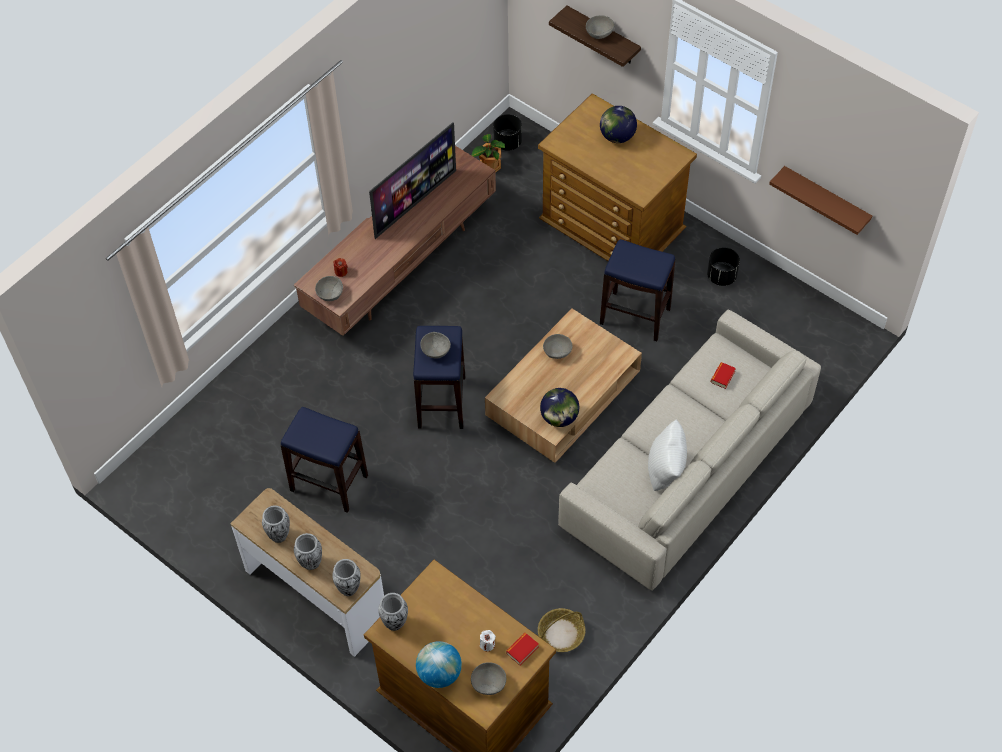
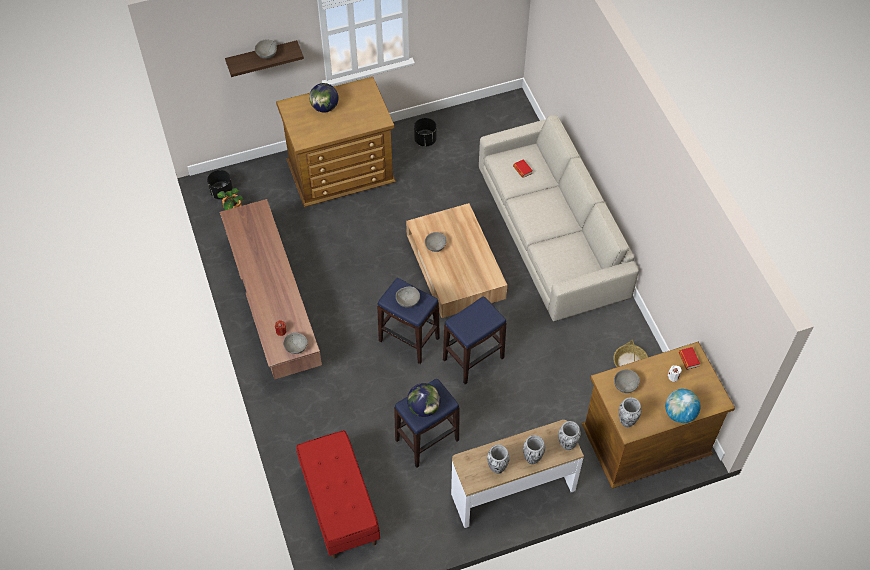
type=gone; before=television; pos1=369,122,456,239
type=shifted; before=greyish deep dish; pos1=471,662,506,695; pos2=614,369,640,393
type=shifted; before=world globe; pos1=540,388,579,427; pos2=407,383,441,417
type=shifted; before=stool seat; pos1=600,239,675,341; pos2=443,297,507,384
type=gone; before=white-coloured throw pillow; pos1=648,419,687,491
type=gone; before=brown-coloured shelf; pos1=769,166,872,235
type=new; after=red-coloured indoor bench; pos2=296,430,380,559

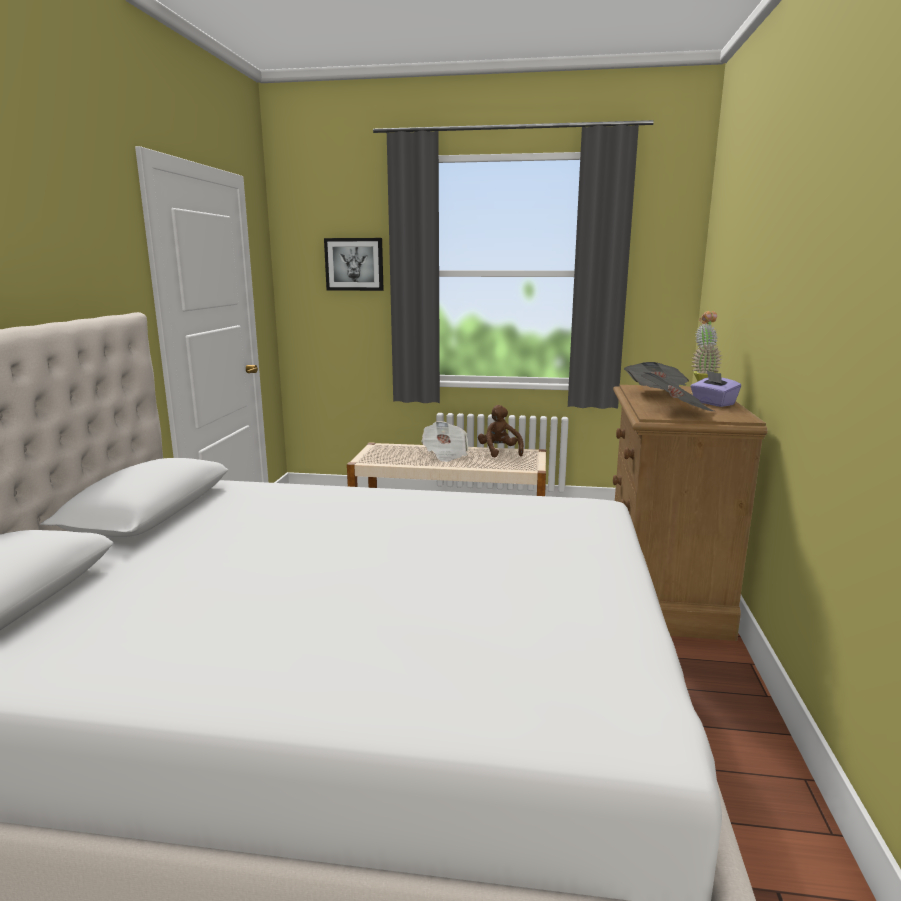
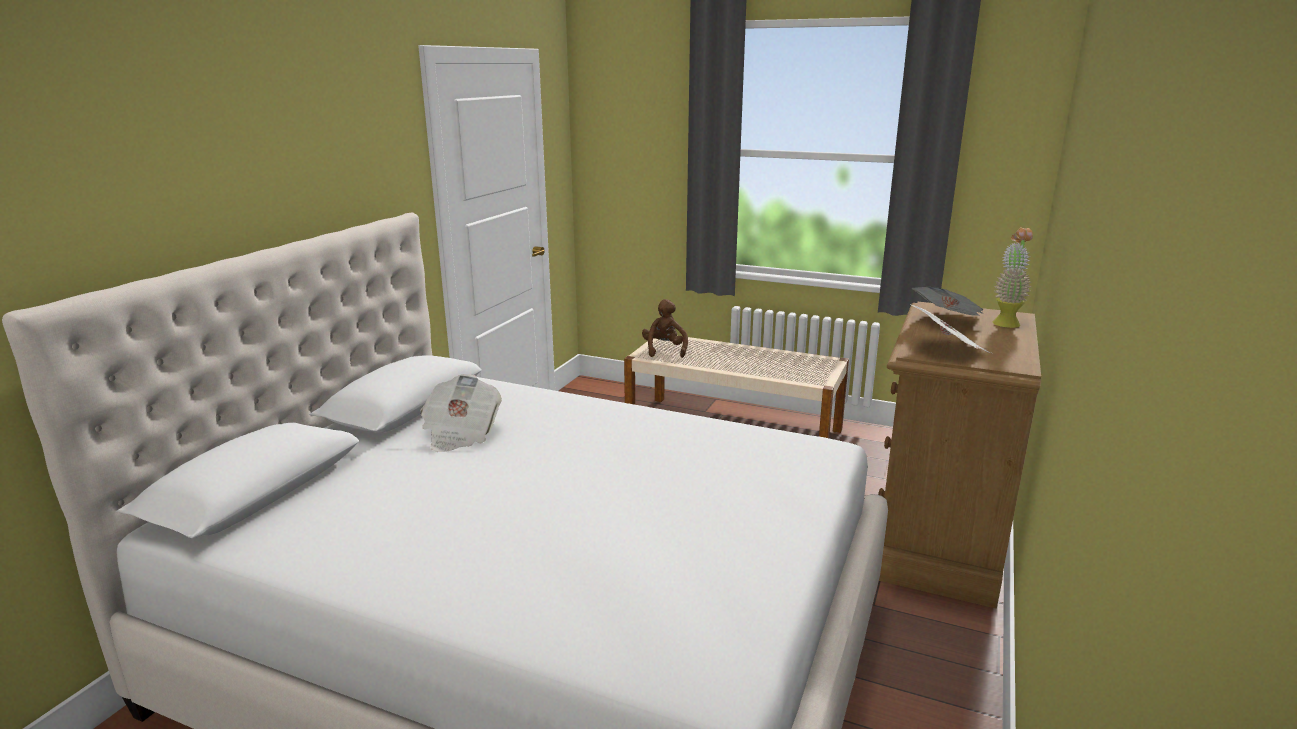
type=gone; before=wall picture; pos1=324,238,384,291
type=shifted; before=newspaper; pos1=421,421,468,462; pos2=420,374,502,452
type=shifted; before=brown-coloured cuddly toy; pos1=478,405,524,457; pos2=642,299,688,358
type=gone; before=purplish tissue holder; pos1=690,371,741,407

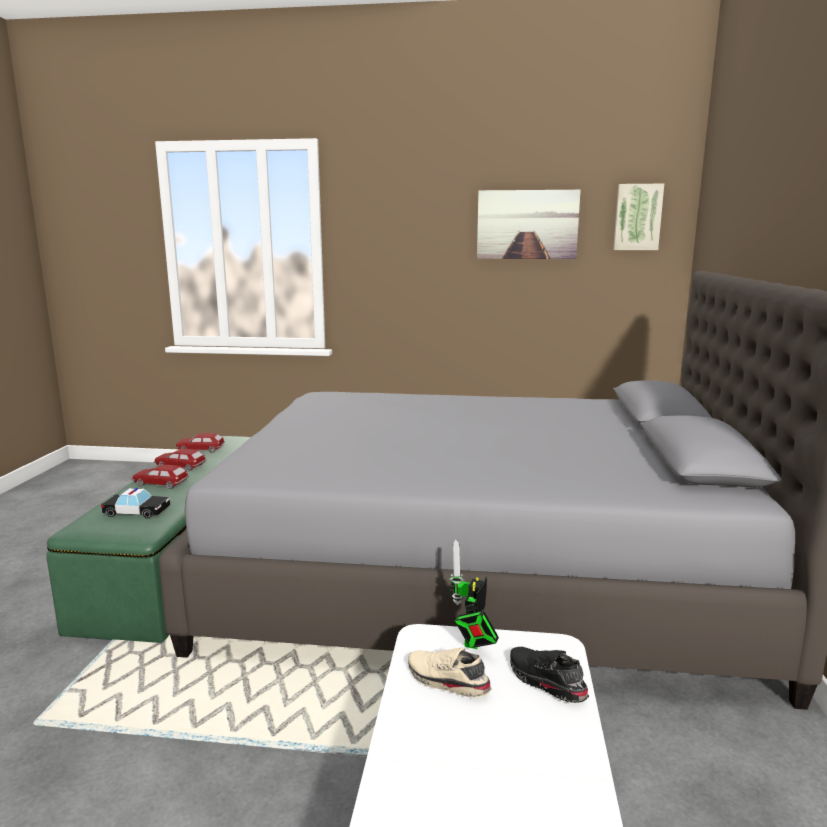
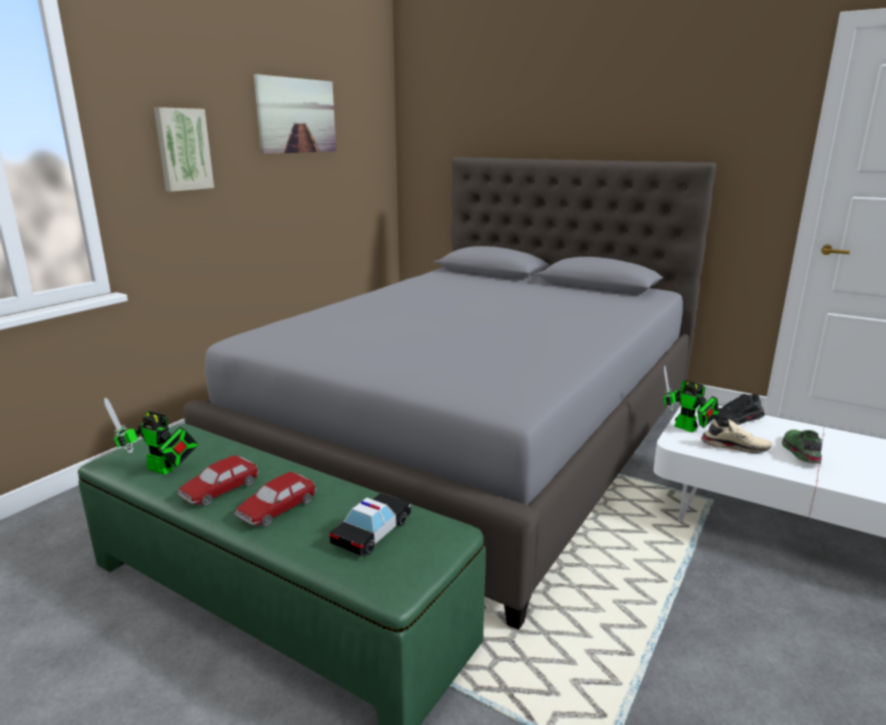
type=swapped; before=toy car; after=robot figure; pos1=175,433,225,453; pos2=104,397,198,475
type=rotated; before=beige-coloured shoe; pos1=408,648,492,698; pos2=701,419,772,453; turn=-135
type=shifted; before=wall picture; pos1=613,184,664,250; pos2=154,107,214,192
type=new; after=green shoe; pos2=782,430,822,464

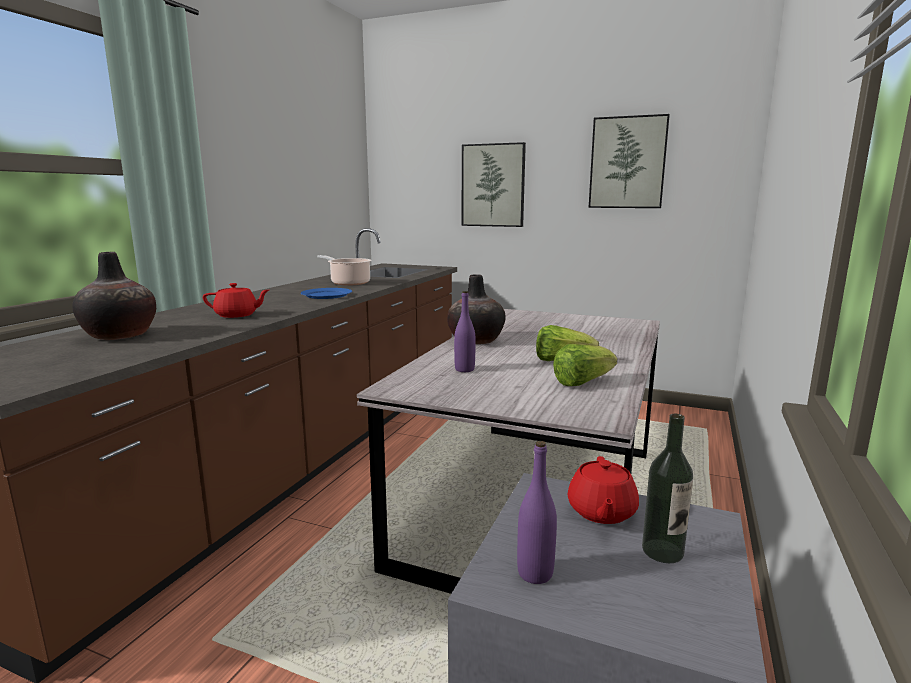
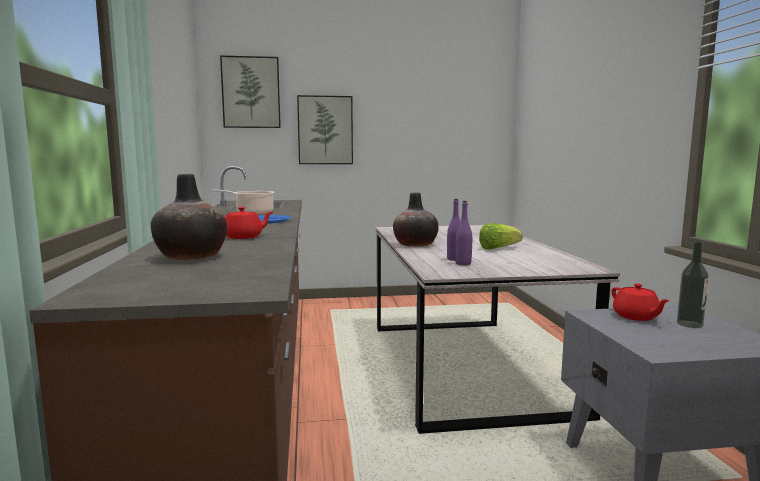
type=shifted; before=purplish bottle; pos1=517,441,557,584; pos2=455,201,472,265
type=gone; before=lettuce; pos1=553,344,617,386
type=shifted; before=wall picture; pos1=589,114,670,208; pos2=220,55,281,128

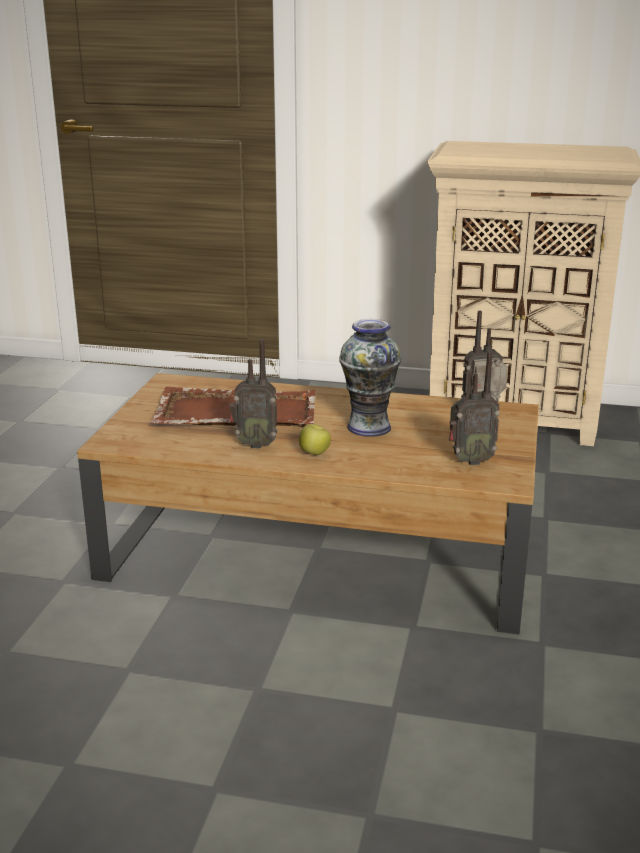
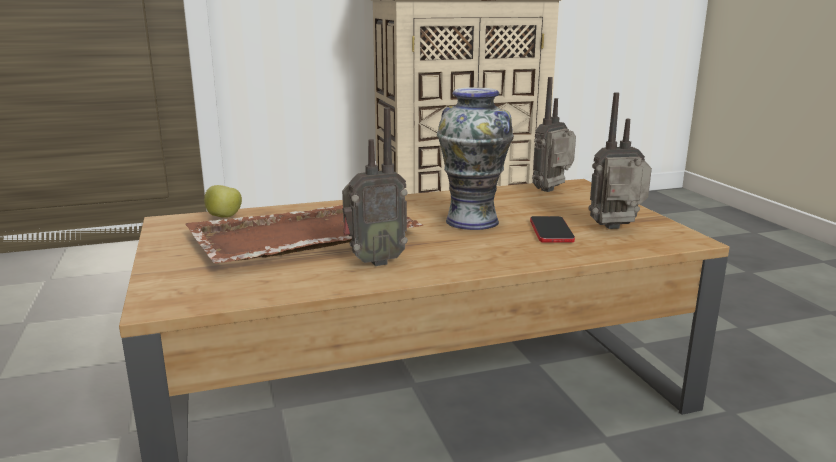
type=shifted; before=whole apple; pos1=299,424,331,455; pos2=204,185,242,218
type=rotated; before=radio receiver; pos1=449,352,500,465; pos2=588,92,652,229; turn=-150
type=new; after=phone; pos2=530,216,575,243

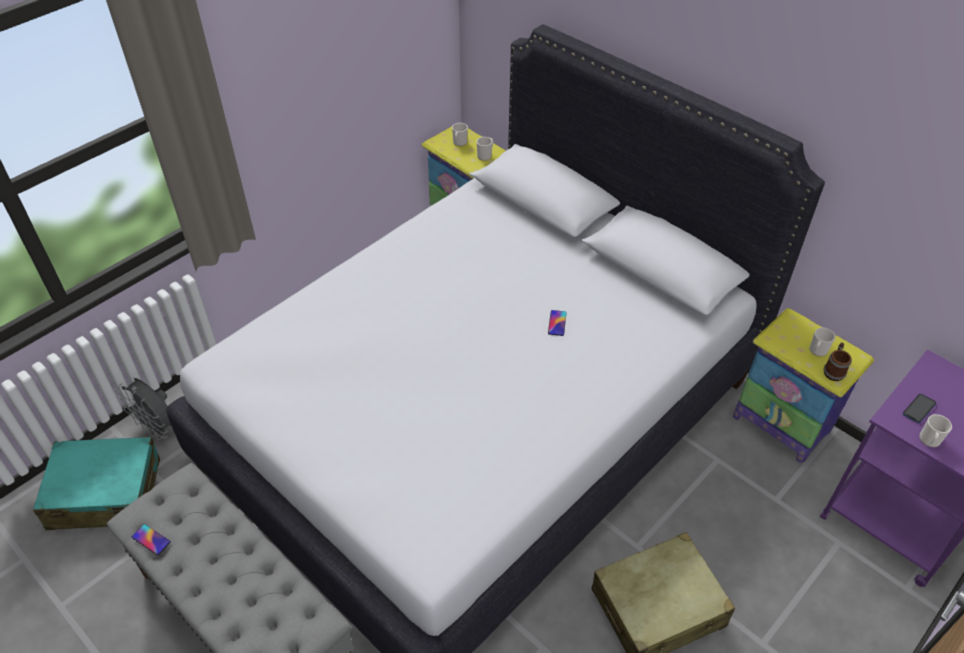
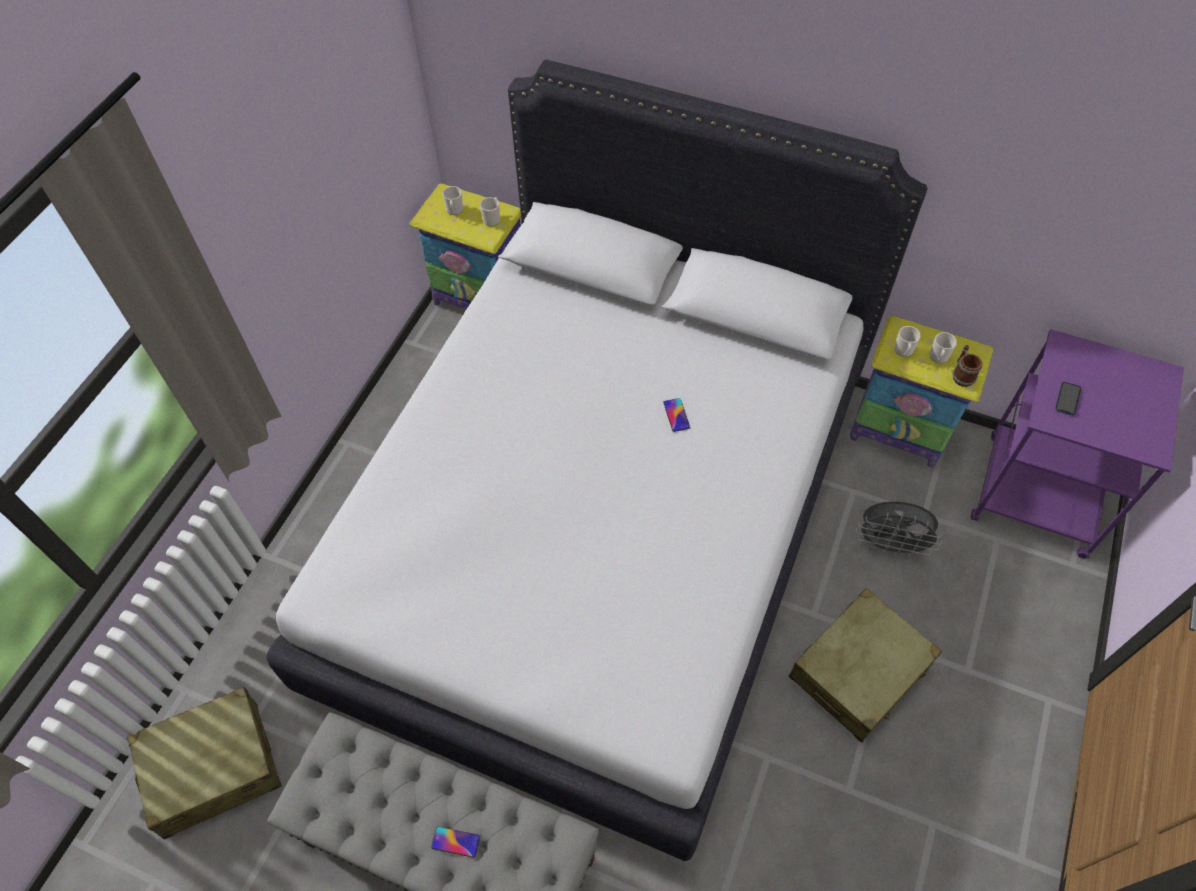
type=repainted; before=turquoise travel case; after=beige-coloured travel case; pos1=33,437,160,530; pos2=127,687,282,839
type=shifted; before=greyish fan; pos1=114,378,171,440; pos2=856,501,943,559
type=shifted; before=phone; pos1=132,524,171,555; pos2=431,827,480,858
type=shifted; before=tea mug; pos1=919,414,952,447; pos2=894,326,921,357

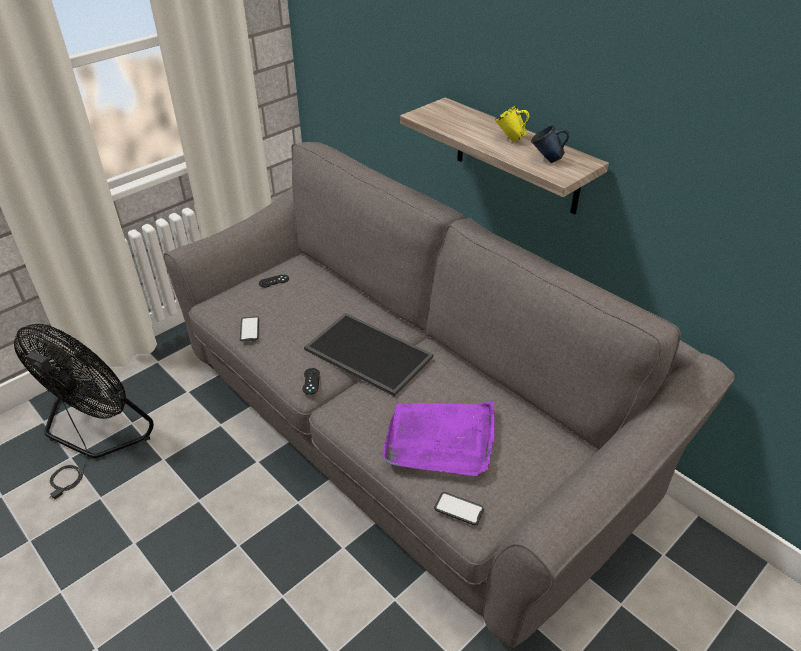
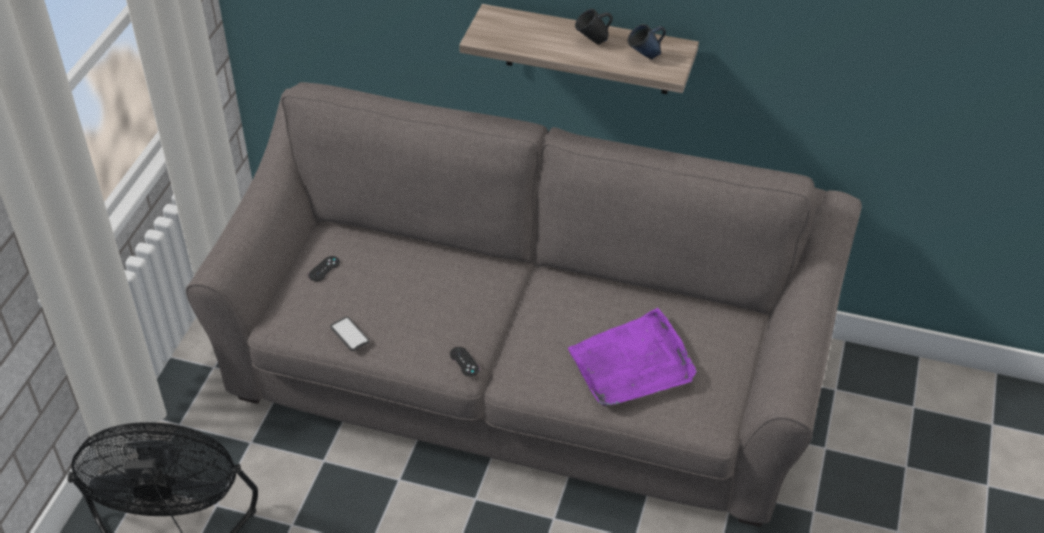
type=gone; before=tray; pos1=304,313,433,397
type=gone; before=phone; pos1=434,492,484,525
type=repainted; before=yellowish tea mug; after=black-coloured tea mug; pos1=495,106,530,142; pos2=575,9,613,45

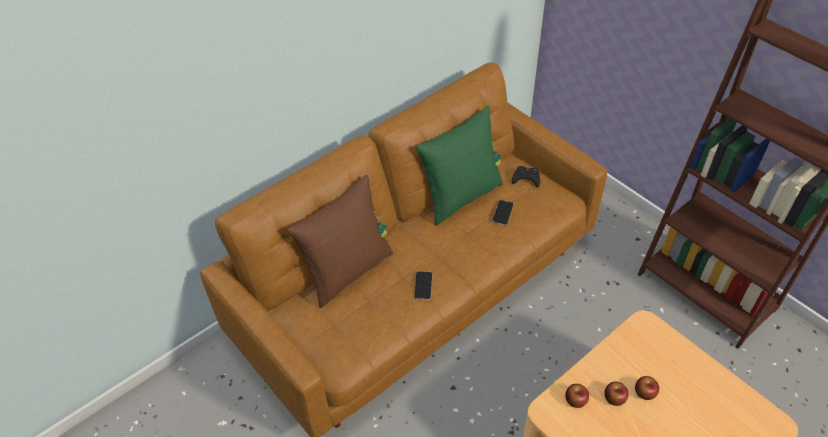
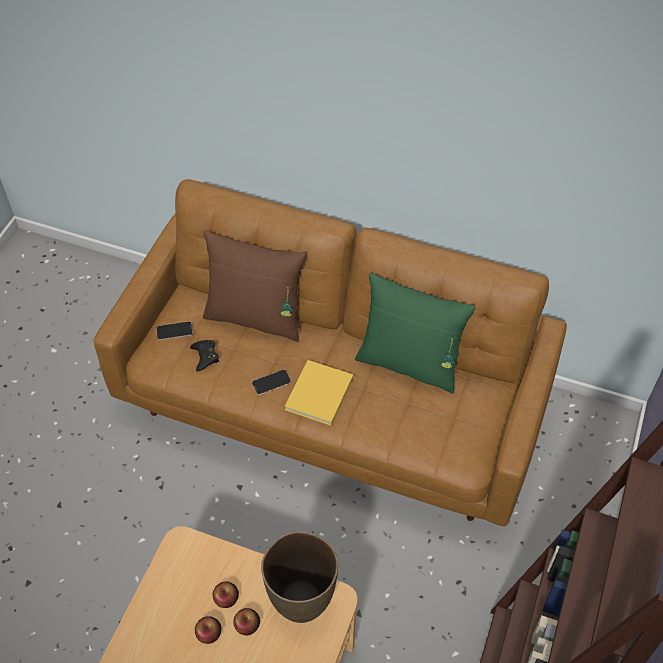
type=shifted; before=phone; pos1=492,200,514,225; pos2=156,321,193,340
type=shifted; before=black-coloured gamepad; pos1=512,166,540,188; pos2=190,340,219,371
type=shifted; before=whole apple; pos1=565,384,589,408; pos2=195,616,221,644
type=new; after=brown-coloured vase; pos2=261,531,338,623
type=new; after=yellowish book; pos2=285,360,353,426

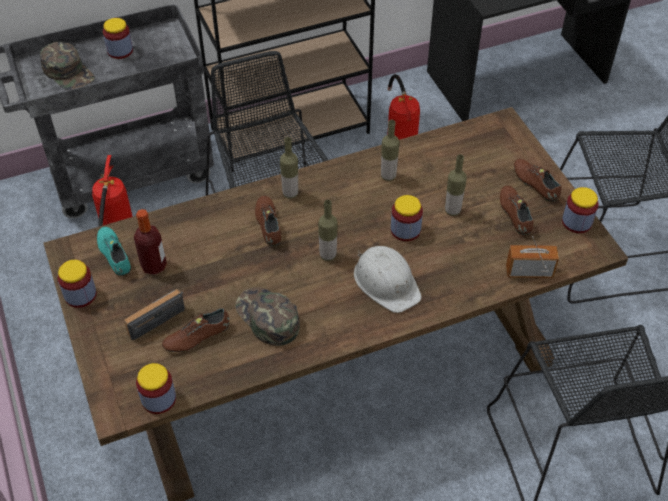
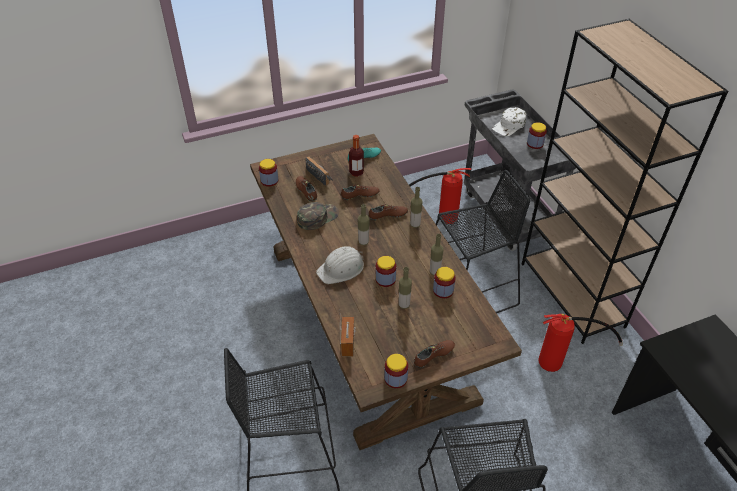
type=repainted; before=green baseball cap; after=white-coloured baseball cap; pos1=40,42,95,90; pos2=492,107,526,136
type=shifted; before=jar; pos1=57,260,97,308; pos2=433,267,456,298
type=shifted; before=brown-coloured shoe; pos1=500,186,534,235; pos2=341,185,380,201

